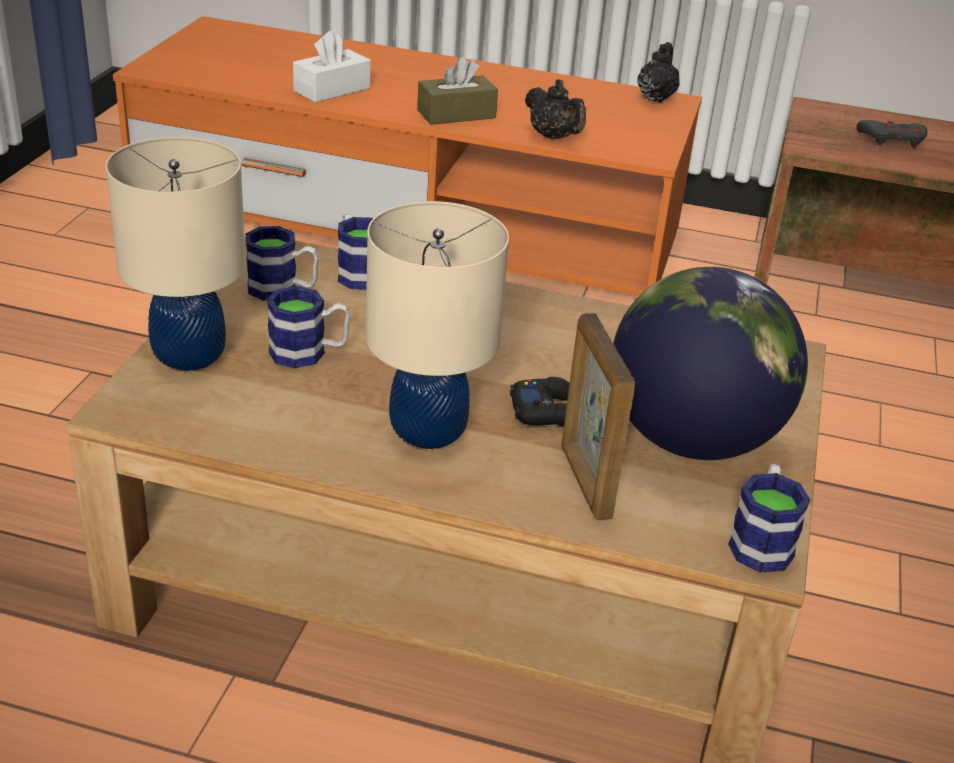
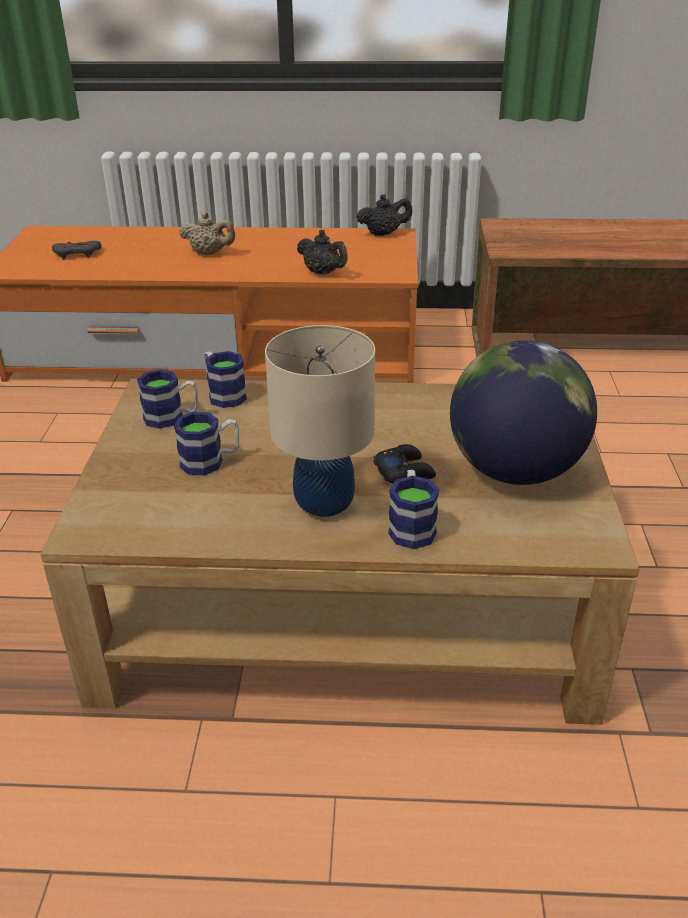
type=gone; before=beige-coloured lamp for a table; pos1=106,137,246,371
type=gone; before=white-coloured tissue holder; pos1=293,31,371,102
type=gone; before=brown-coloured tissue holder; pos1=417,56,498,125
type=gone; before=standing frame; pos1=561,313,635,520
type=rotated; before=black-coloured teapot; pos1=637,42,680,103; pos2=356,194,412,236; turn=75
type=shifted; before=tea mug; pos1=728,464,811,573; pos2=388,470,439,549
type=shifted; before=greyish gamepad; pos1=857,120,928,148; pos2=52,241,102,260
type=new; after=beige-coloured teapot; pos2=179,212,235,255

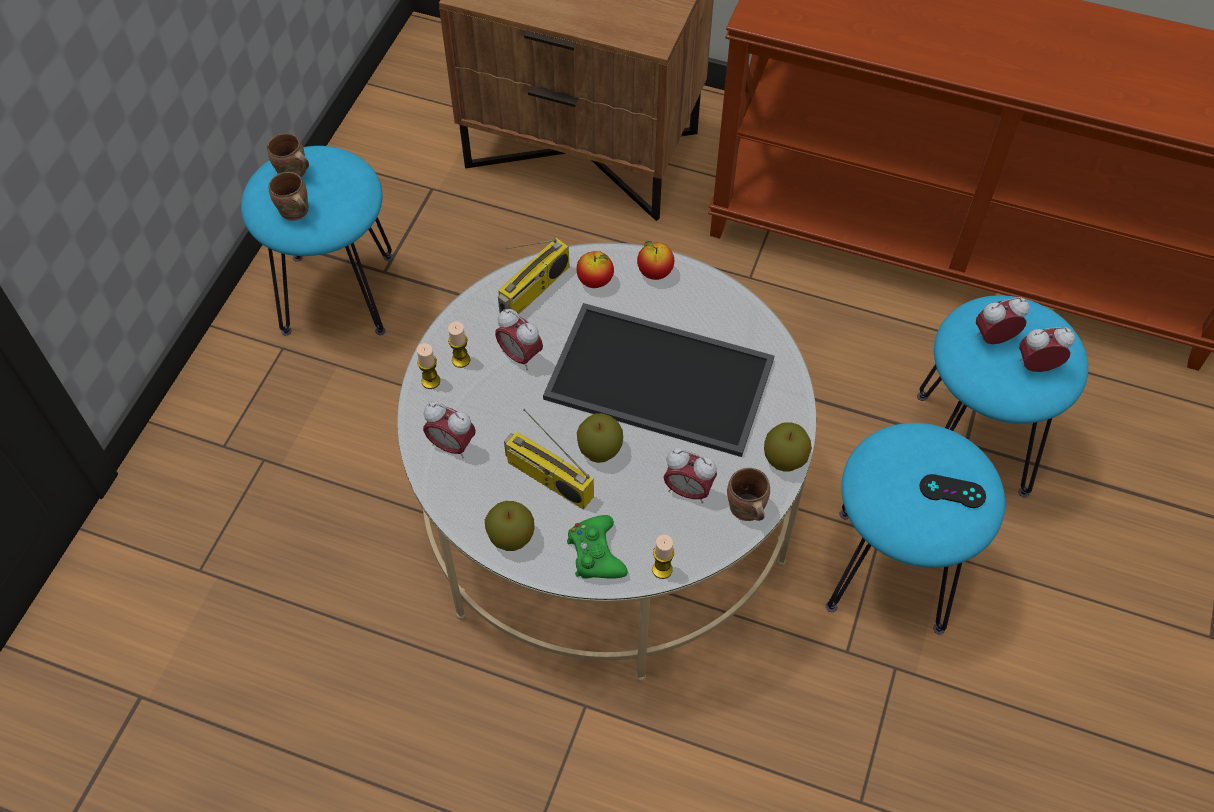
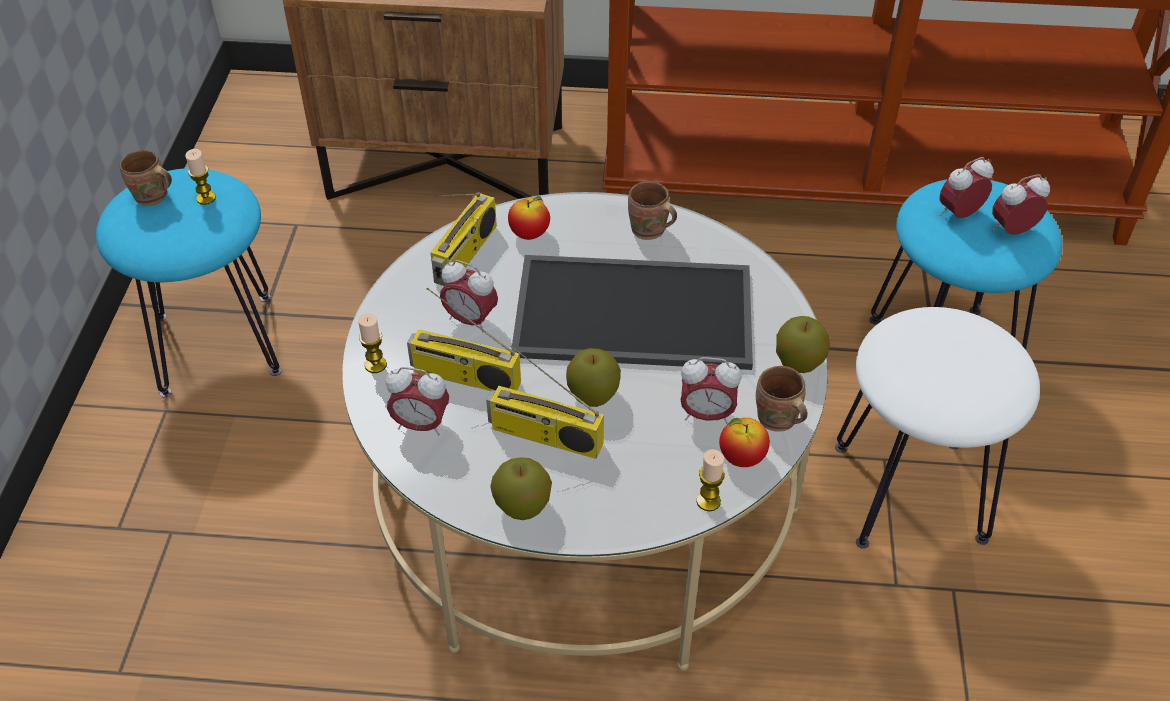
type=shifted; before=brown-coloured tea mug; pos1=268,172,309,221; pos2=628,181,677,240
type=shifted; before=wax light; pos1=448,321,470,368; pos2=185,149,216,205
type=gone; before=green gamepad; pos1=567,515,628,579
type=shifted; before=whole apple; pos1=637,241,674,280; pos2=719,418,770,467
type=repainted; before=turquoise stool seat; after=white-coloured stool seat; pos1=826,423,1005,635; pos2=835,307,1040,549
type=gone; before=black-coloured gamepad; pos1=920,474,986,508
type=new; after=radio receiver; pos2=407,287,521,391

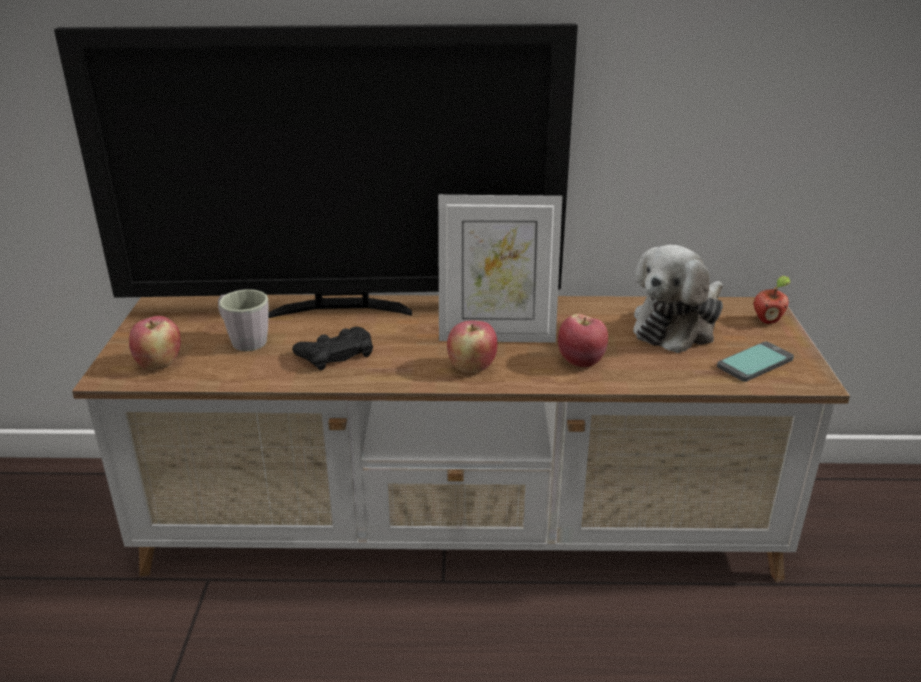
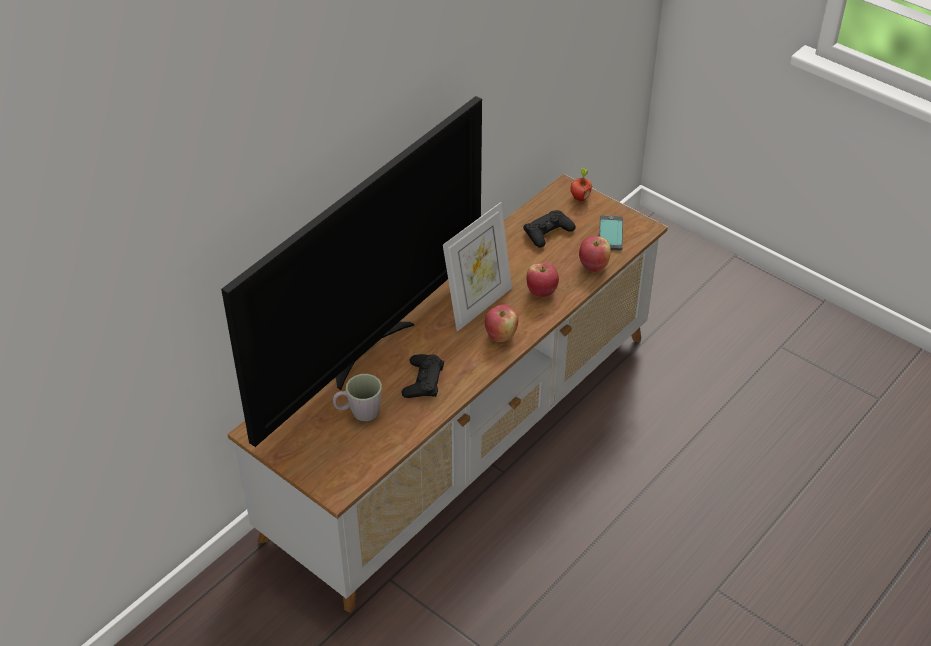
type=shifted; before=whole apple; pos1=129,316,181,370; pos2=579,236,611,272
type=swapped; before=cuddly toy; after=black-coloured gamepad; pos1=633,245,723,353; pos2=523,210,576,248

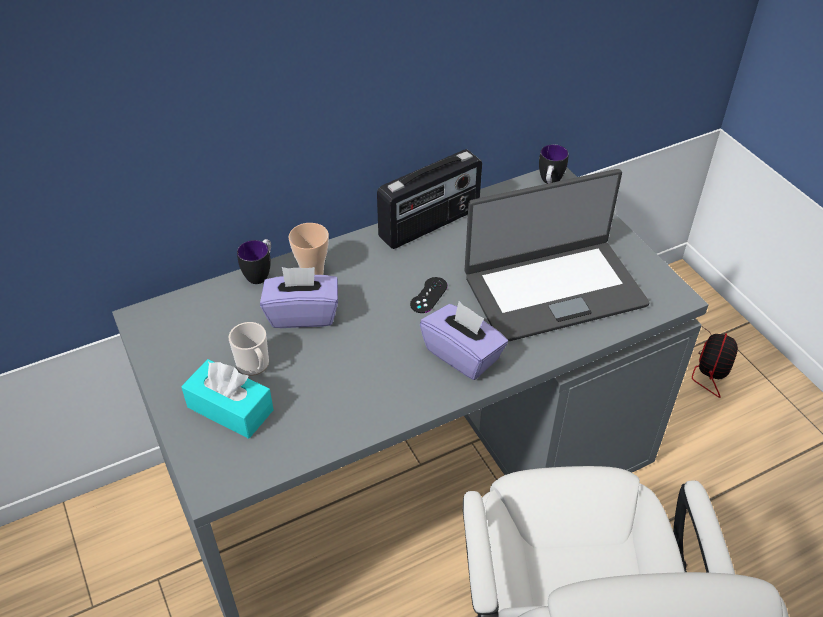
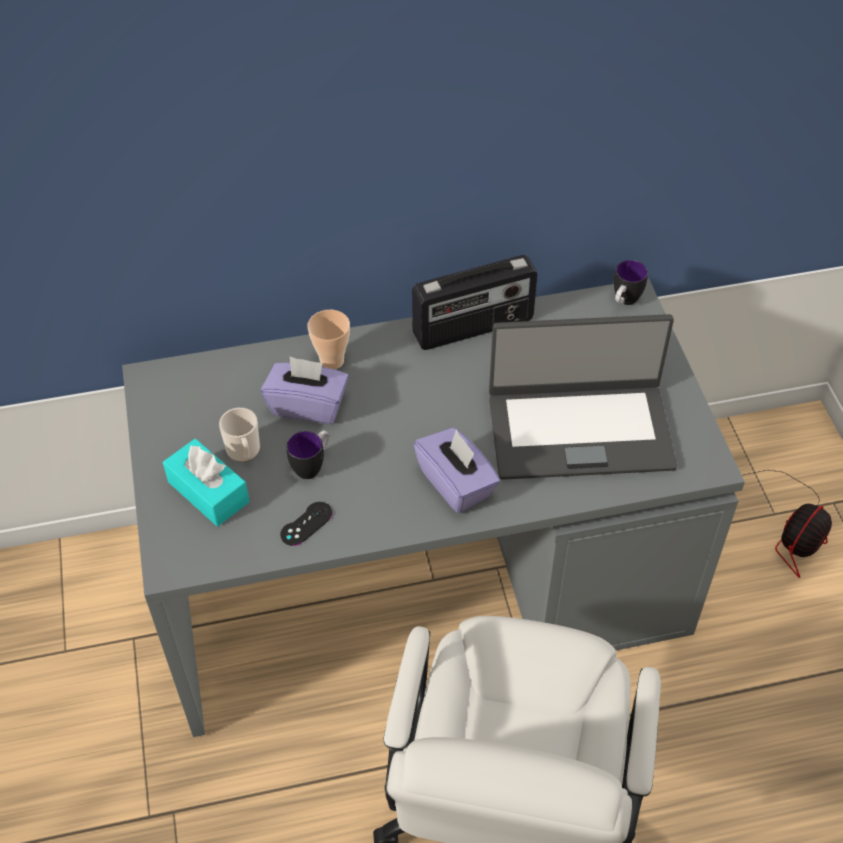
type=shifted; before=tea mug; pos1=237,239,271,284; pos2=287,430,329,479
type=shifted; before=black-coloured gamepad; pos1=410,277,448,313; pos2=280,502,333,546

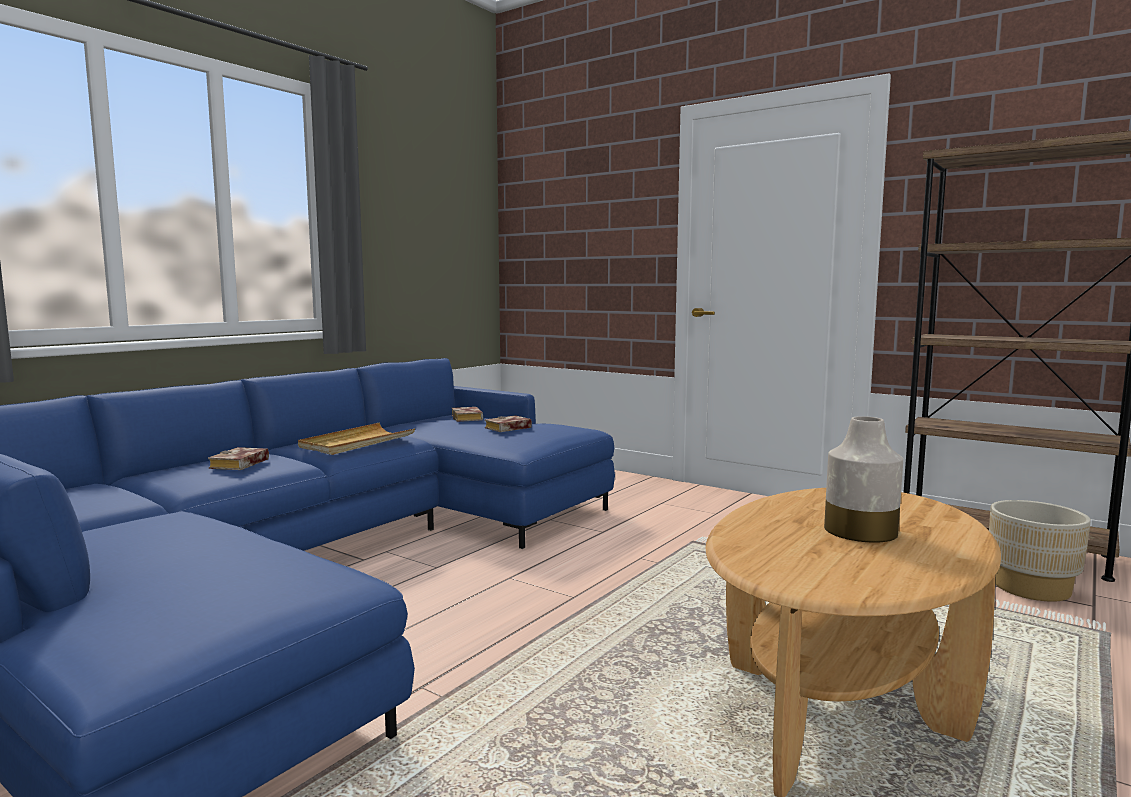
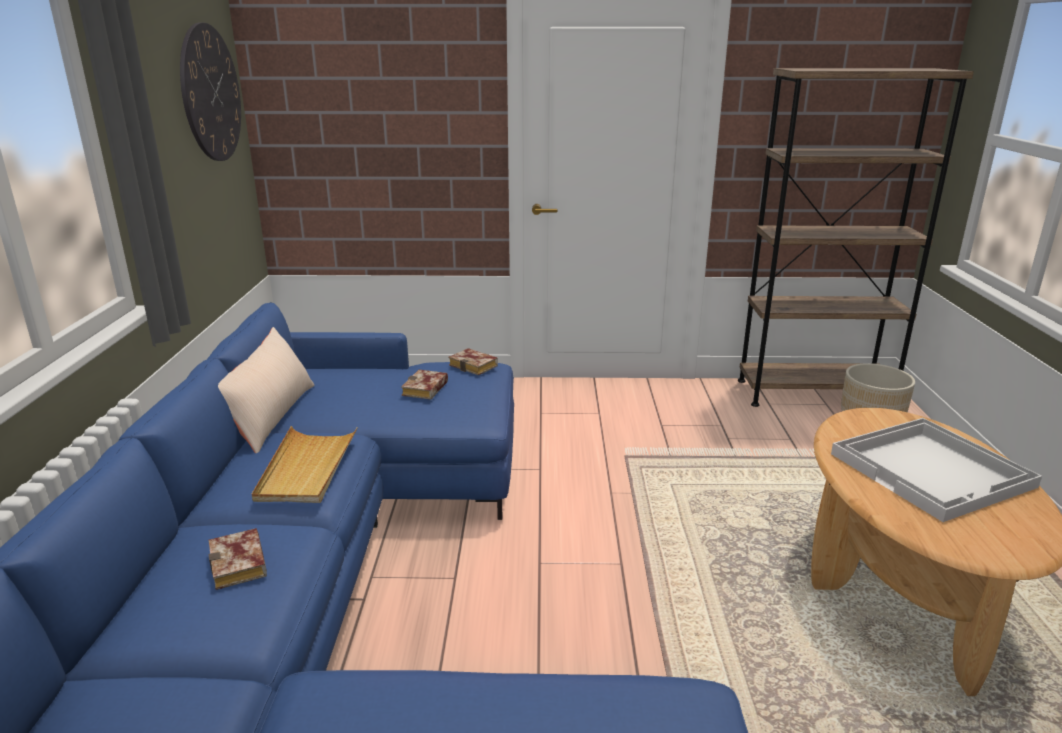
type=shifted; before=book; pos1=452,407,483,422; pos2=449,348,498,375
type=swapped; before=beige-coloured vase; after=white-coloured tray; pos1=824,416,903,543; pos2=831,418,1042,522
type=new; after=hanging clock; pos2=180,23,241,161
type=new; after=beige-coloured throw pillow; pos2=218,327,315,453

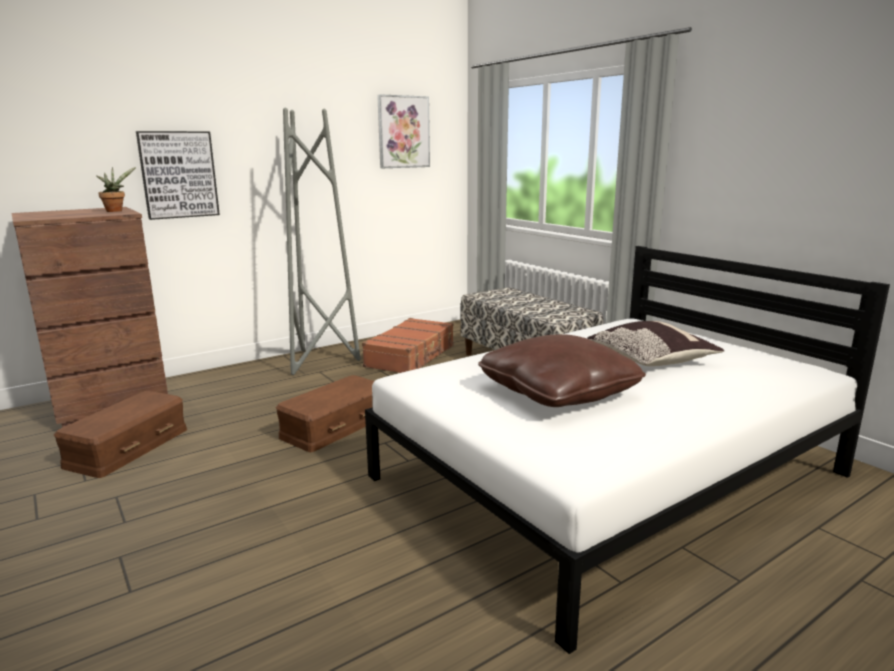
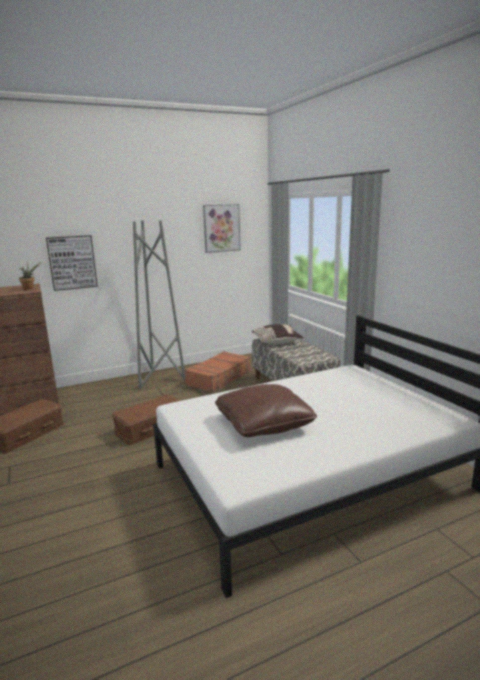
type=shifted; before=throw pillow; pos1=587,321,724,366; pos2=252,324,304,344

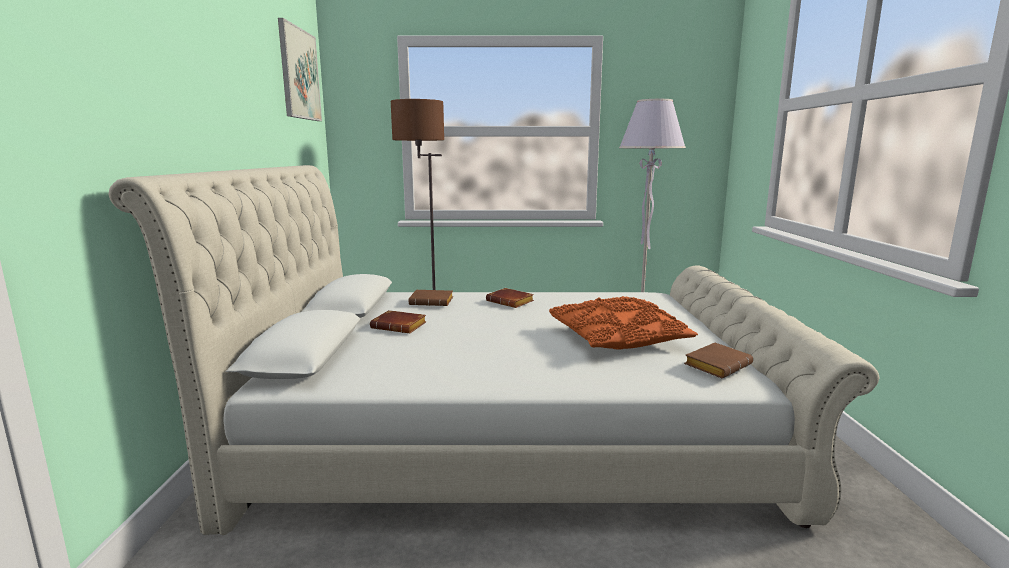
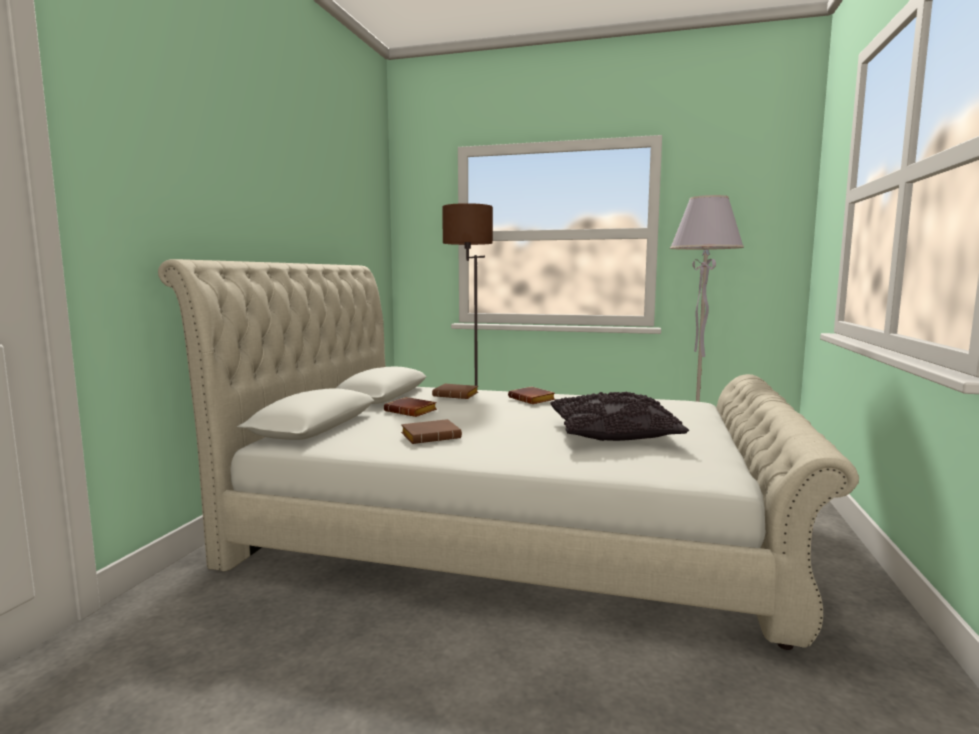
type=gone; before=wall picture; pos1=278,18,322,121
type=repainted; before=orange-coloured throw pillow; after=black-coloured throw pillow; pos1=549,296,698,350; pos2=550,392,689,441
type=shifted; before=brown-coloured book; pos1=684,343,753,378; pos2=401,419,462,444

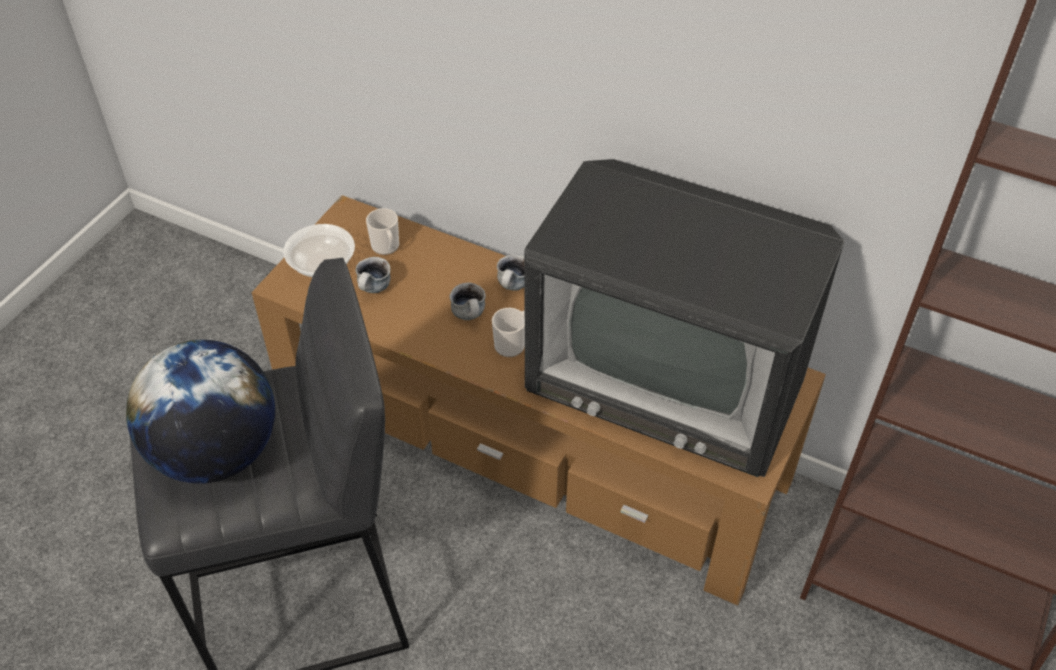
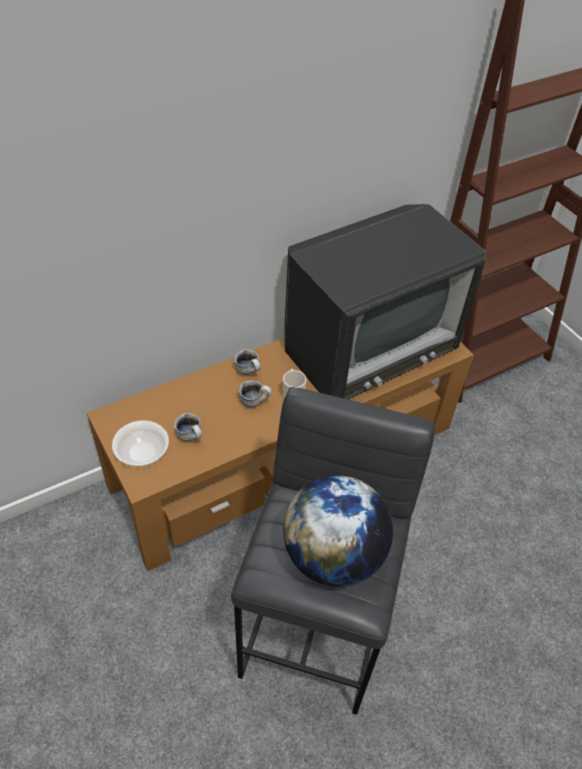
type=gone; before=tea mug; pos1=366,208,399,255

